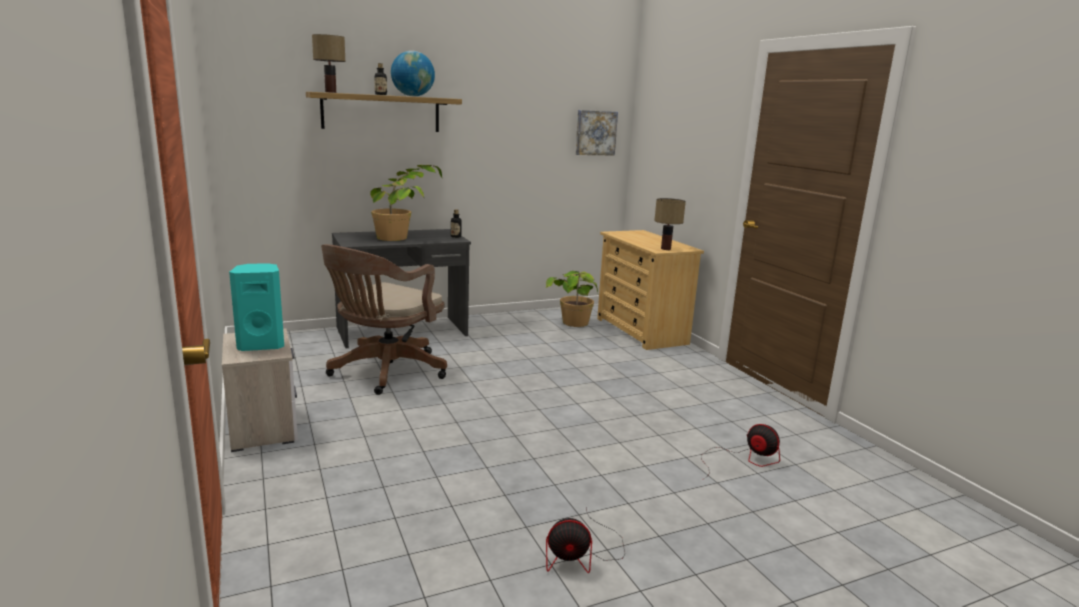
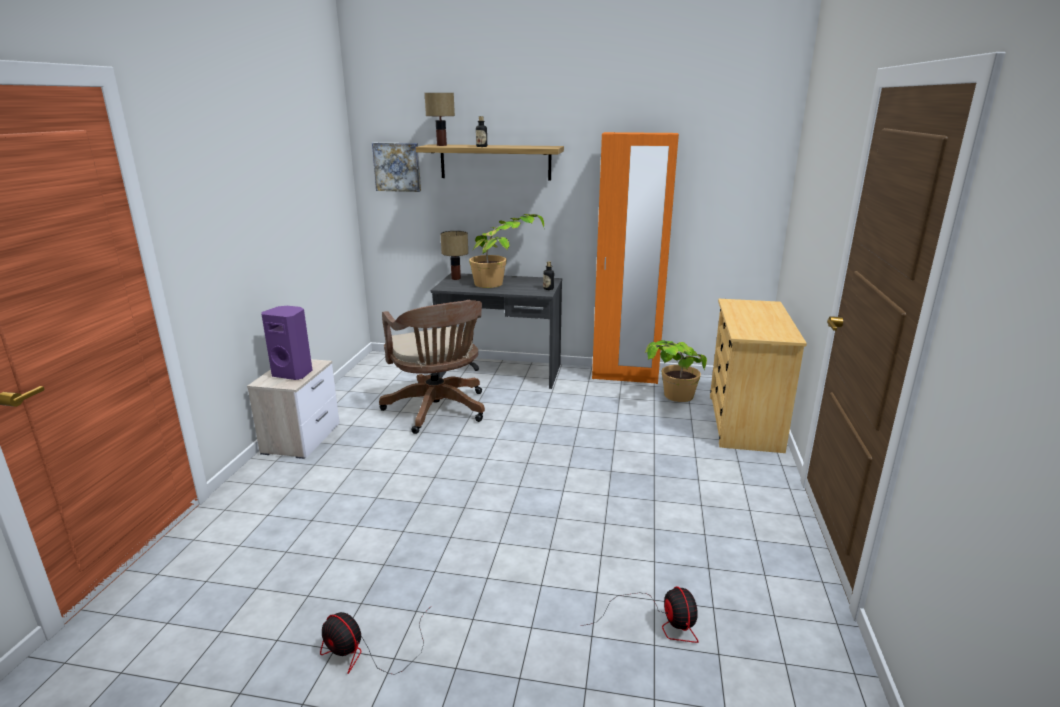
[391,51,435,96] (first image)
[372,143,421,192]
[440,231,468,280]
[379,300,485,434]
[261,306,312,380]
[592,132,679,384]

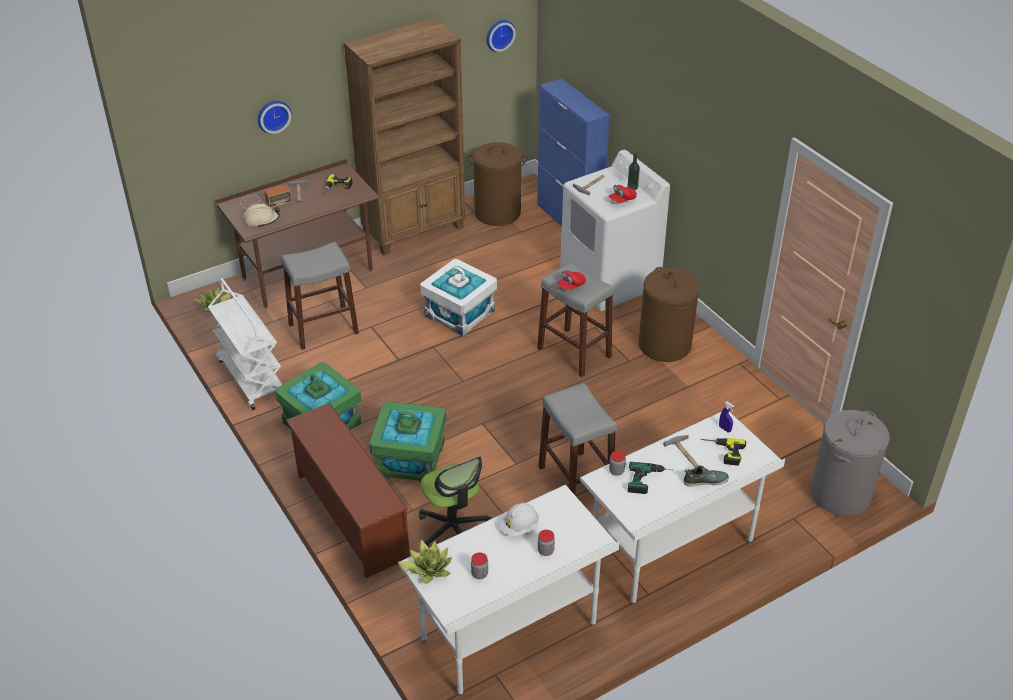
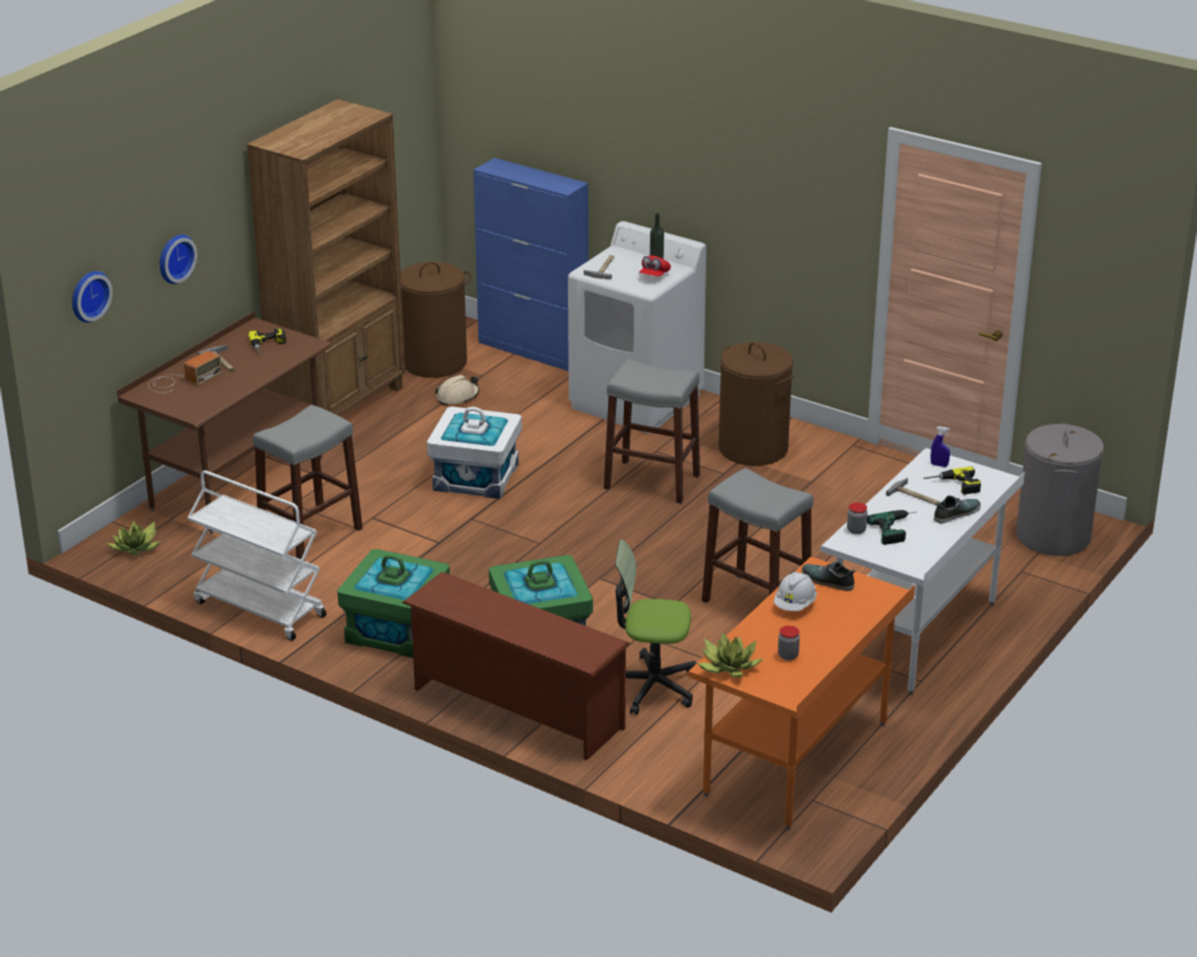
[72,271,113,323]
[435,375,479,406]
[557,270,586,290] (first image)
[615,540,697,715]
[687,557,915,830]
[538,530,555,556] (first image)
[802,561,856,591]

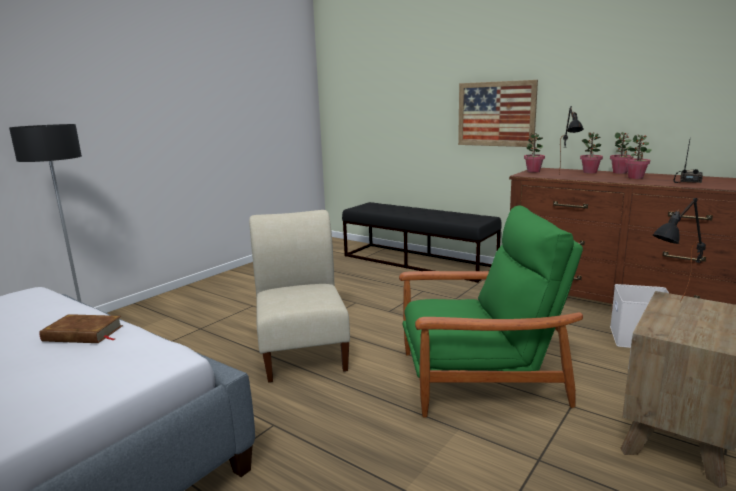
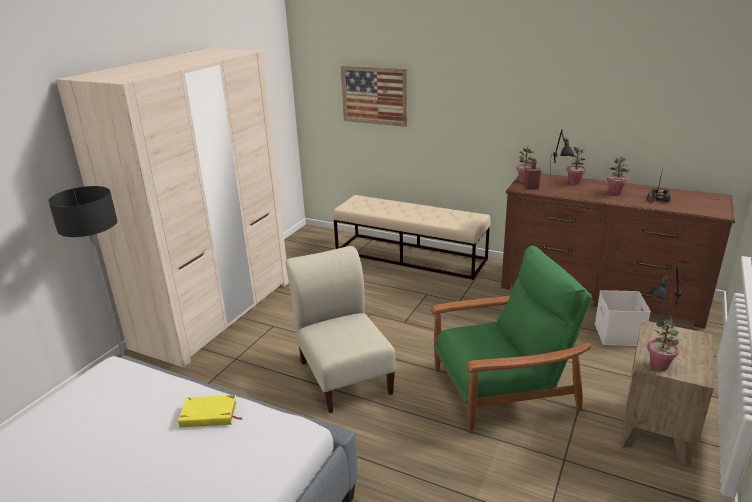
[341,65,408,127]
[647,319,679,371]
[333,195,491,280]
[178,395,242,428]
[56,49,289,368]
[524,158,542,189]

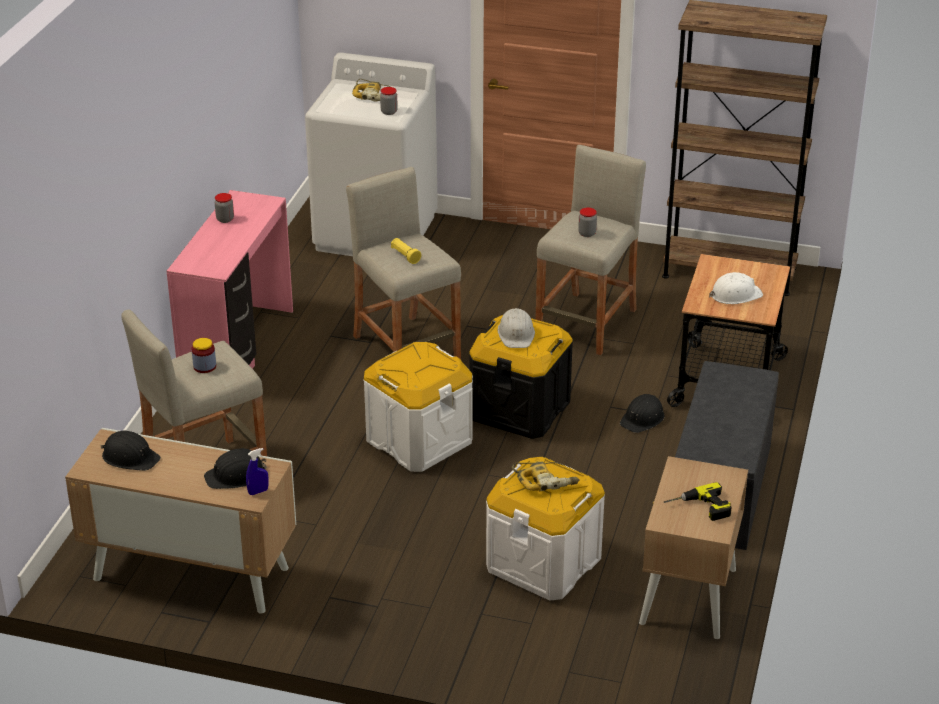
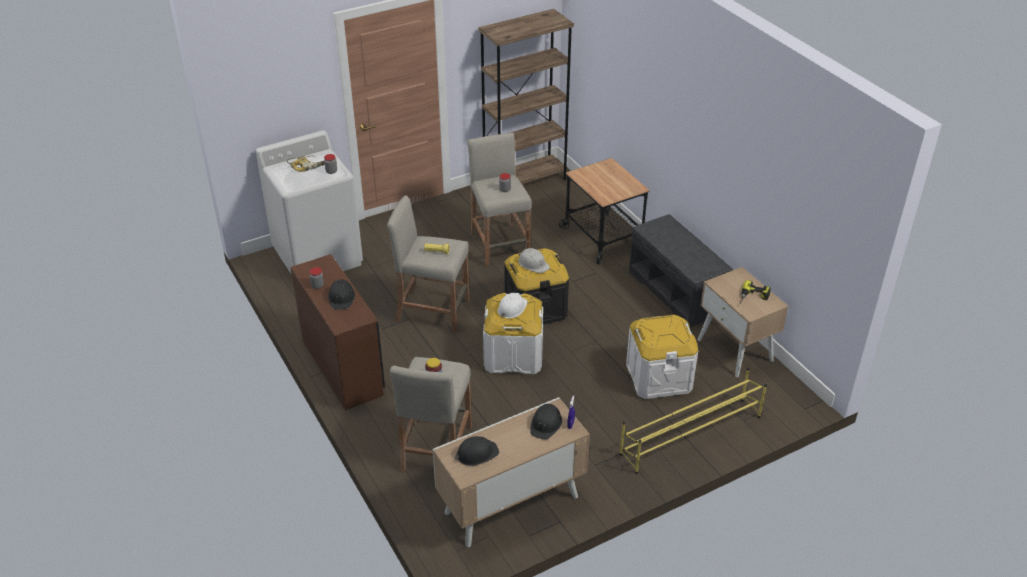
[290,254,385,411]
[497,293,528,318]
[328,279,355,310]
[512,462,580,491] (first image)
[619,368,767,474]

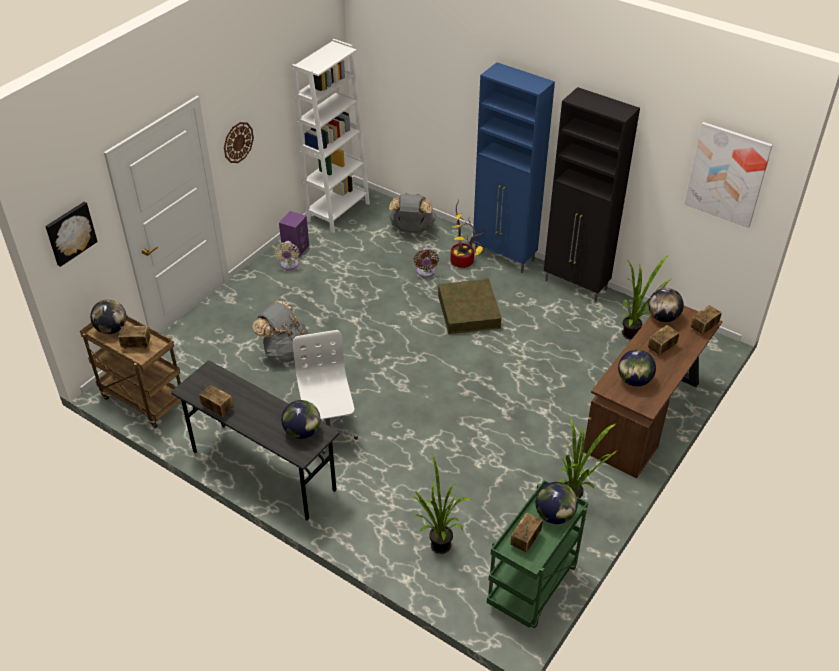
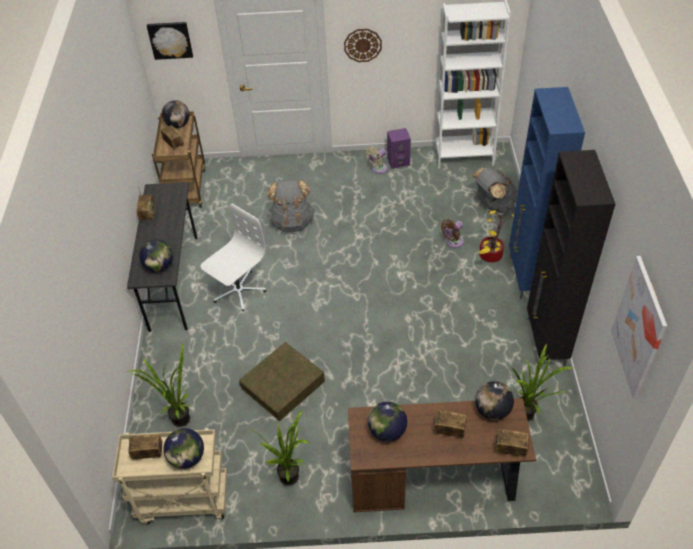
[239,342,325,421]
[112,428,227,524]

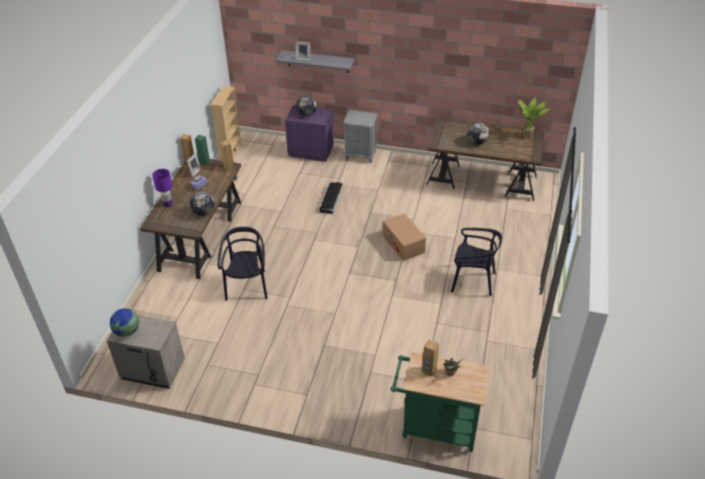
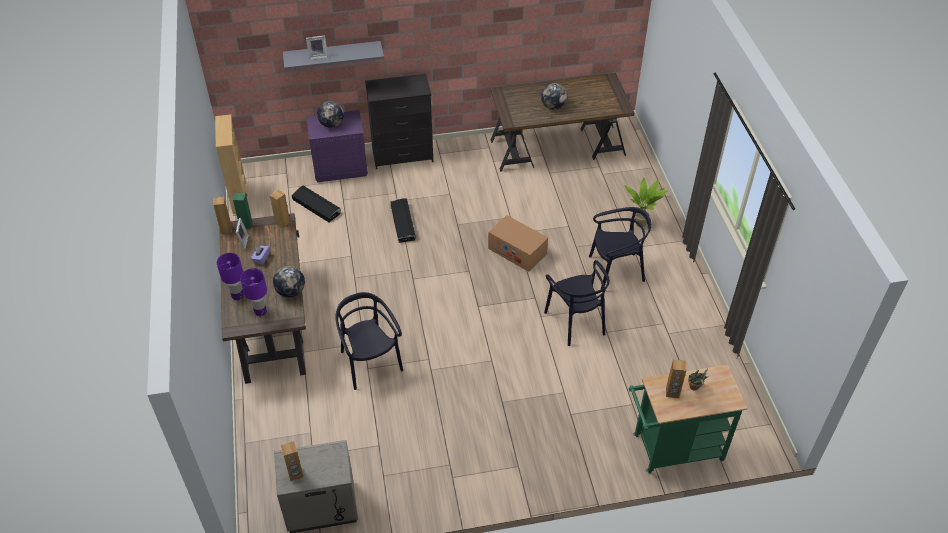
[625,178,668,227]
[365,74,433,169]
[281,441,304,481]
[292,185,341,222]
[544,260,610,346]
[240,268,267,316]

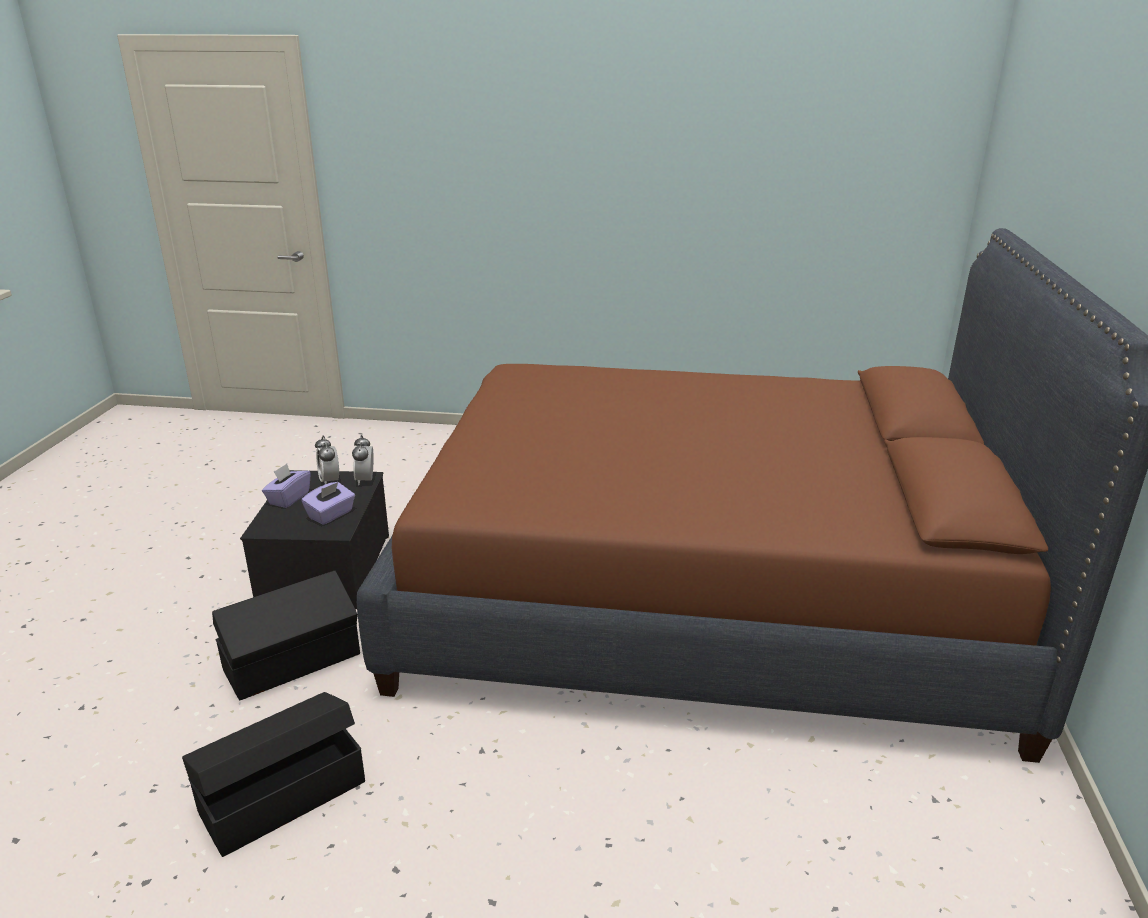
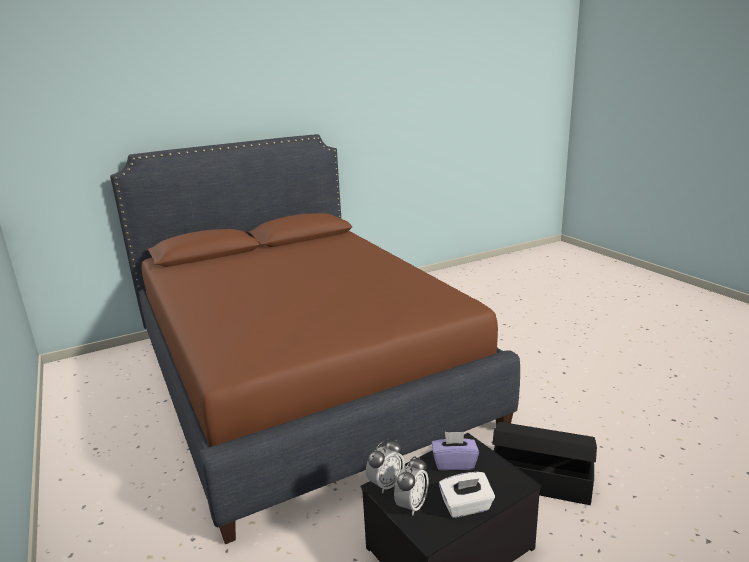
[439,472,495,518]
[182,692,365,857] (first image)

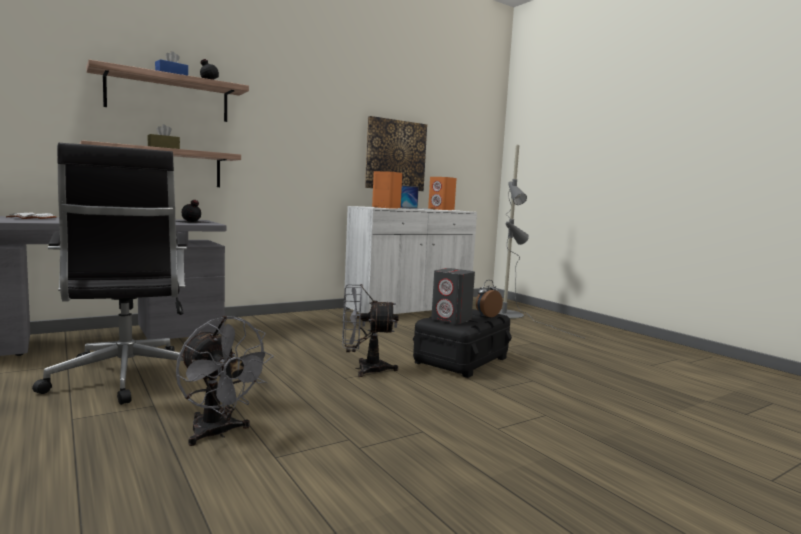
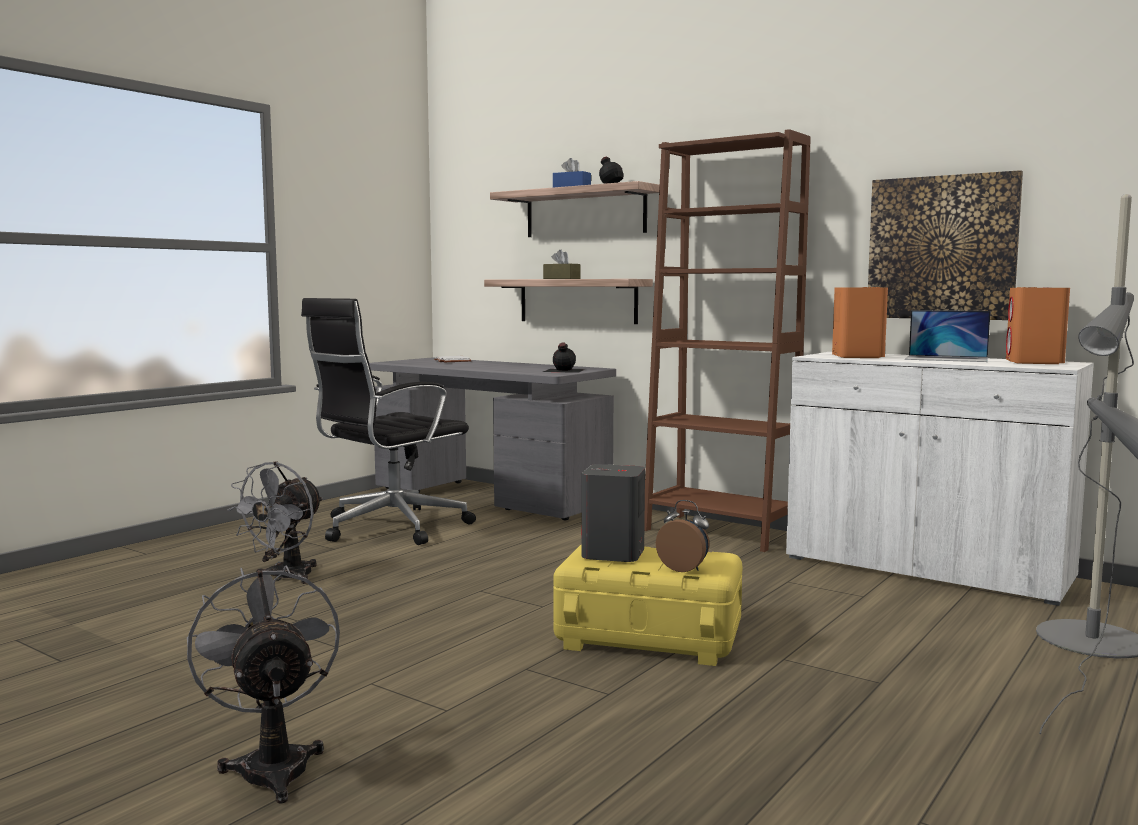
[187,565,340,804]
[553,544,742,666]
[644,129,811,552]

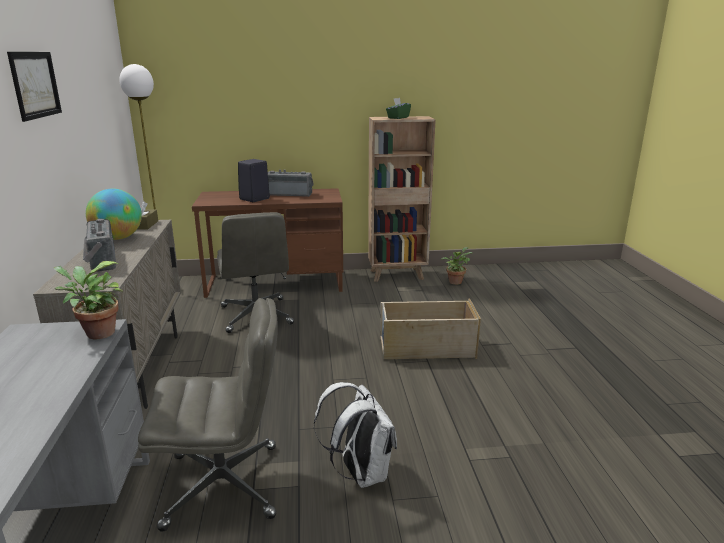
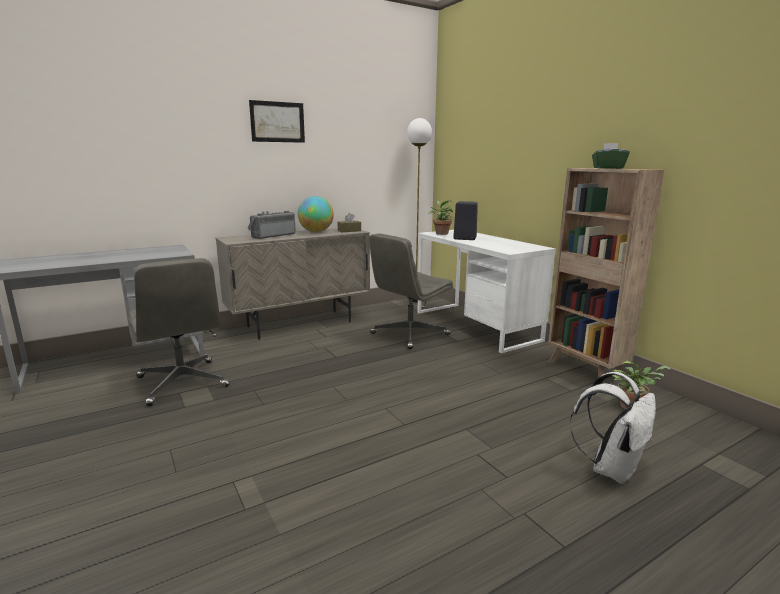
[268,169,314,197] (first image)
[417,230,556,353]
[428,200,453,235]
[380,298,481,359] (first image)
[570,372,656,484]

